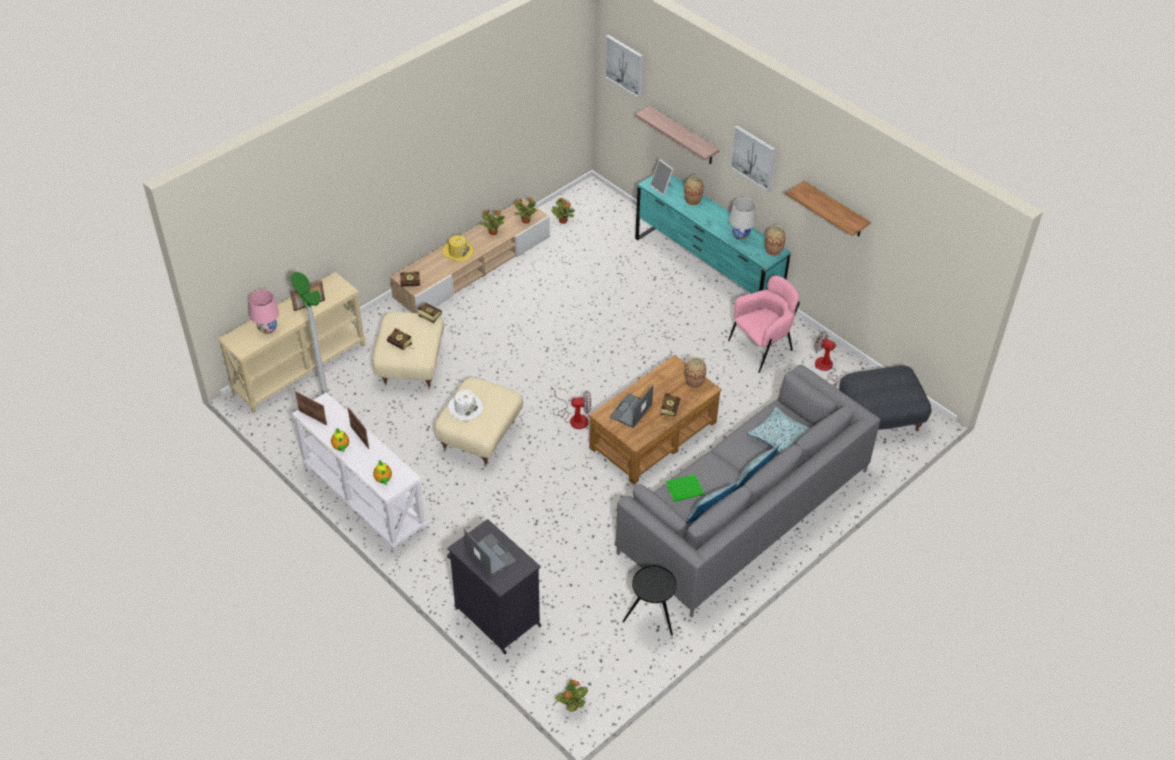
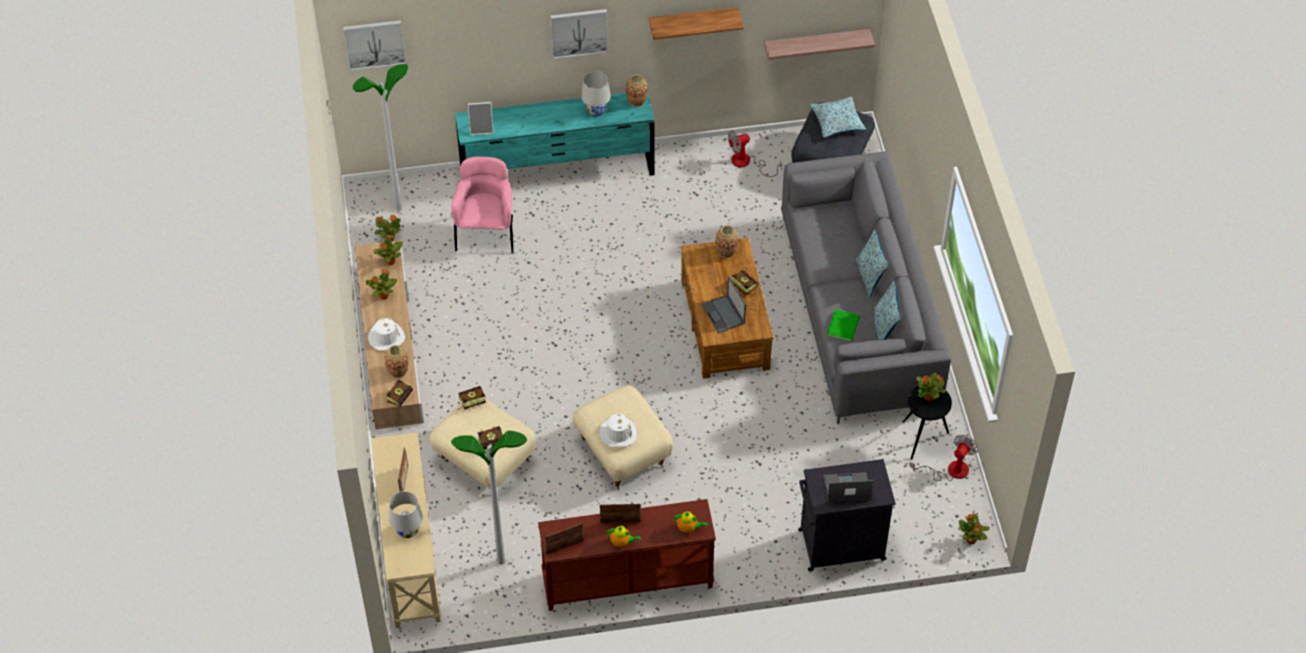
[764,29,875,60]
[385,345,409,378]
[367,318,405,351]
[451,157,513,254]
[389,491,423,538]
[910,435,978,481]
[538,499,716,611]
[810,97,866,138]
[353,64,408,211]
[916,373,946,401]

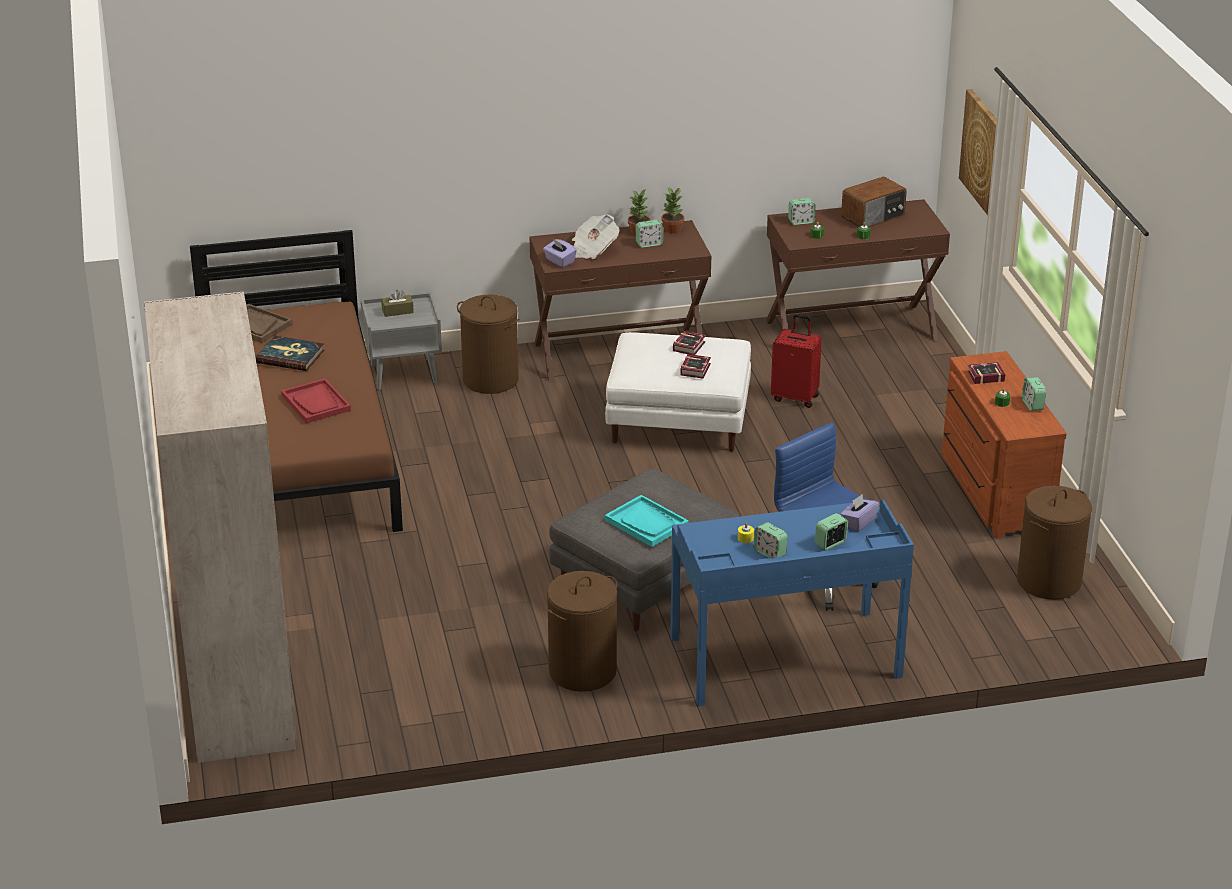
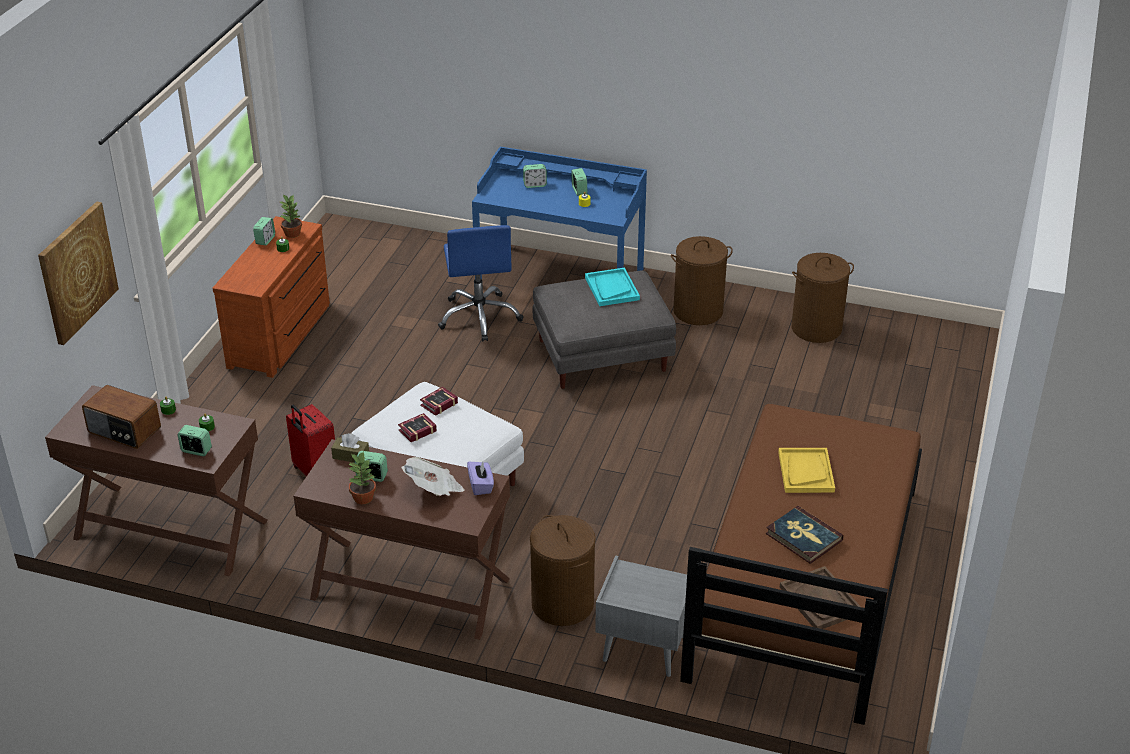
[82,385,161,449]
[280,195,302,238]
[331,433,369,463]
[144,292,297,763] (first image)
[967,362,1005,384] (first image)
[778,448,835,493]
[791,253,854,343]
[840,494,879,531] (first image)

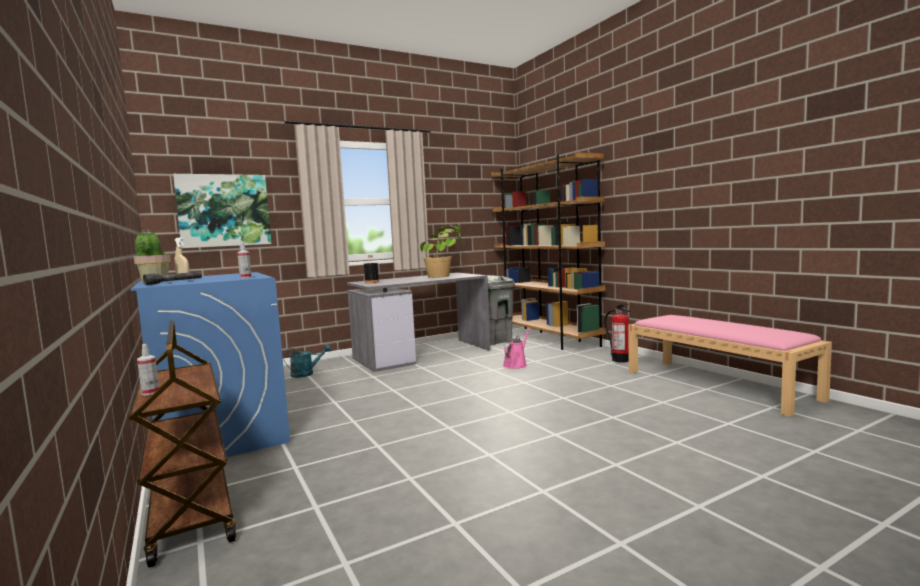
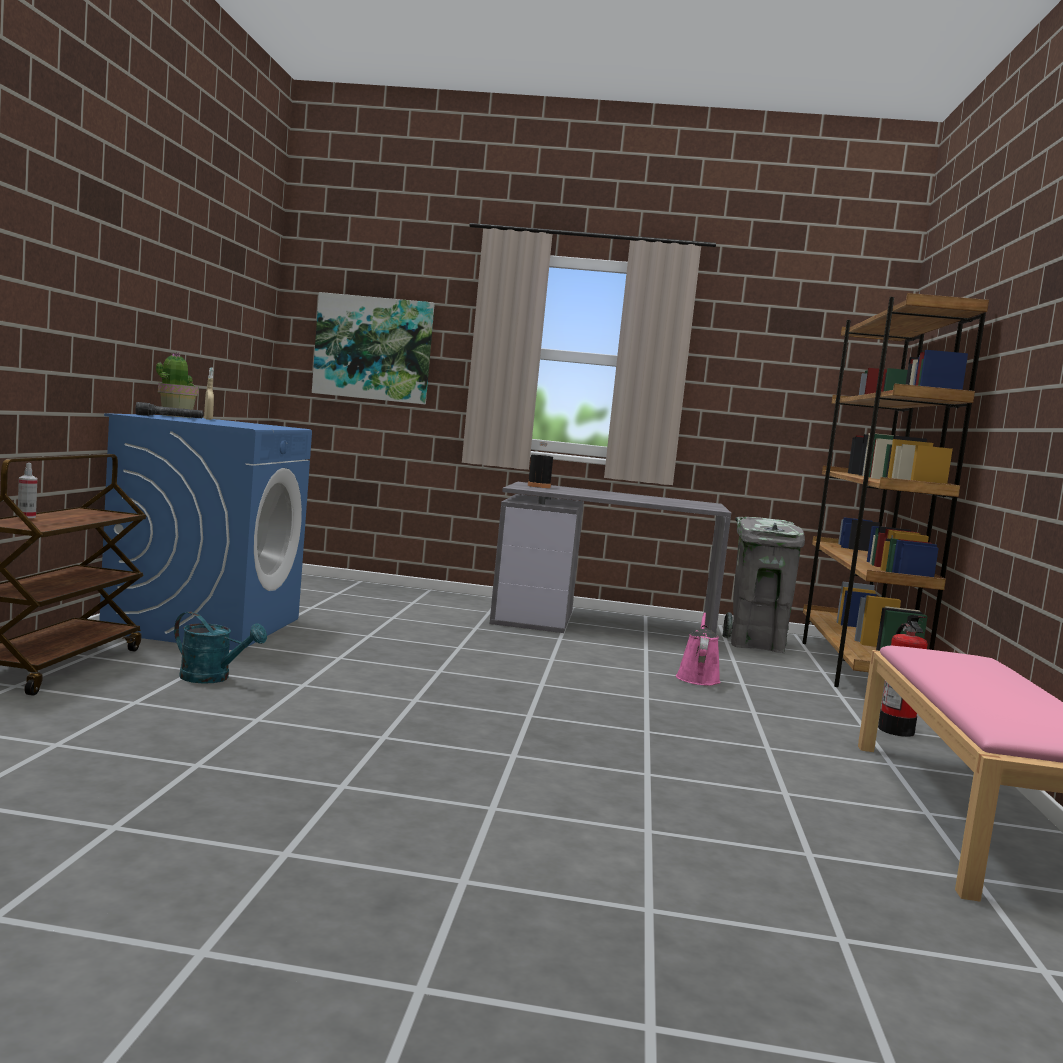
[420,225,464,278] (first image)
[237,242,251,278] (first image)
[676,612,721,686]
[174,612,267,684]

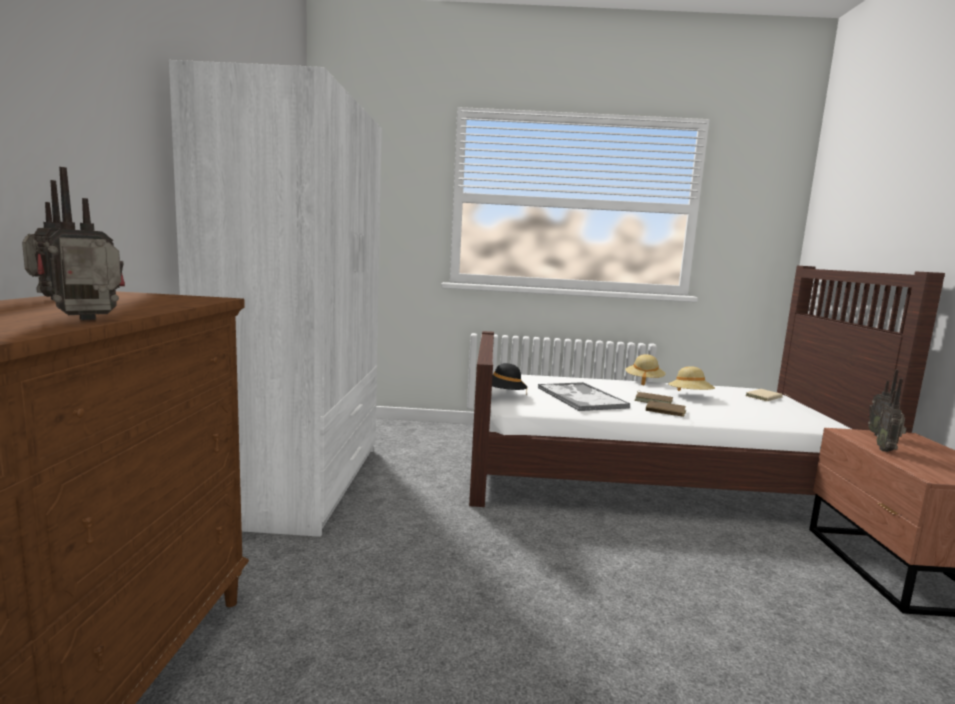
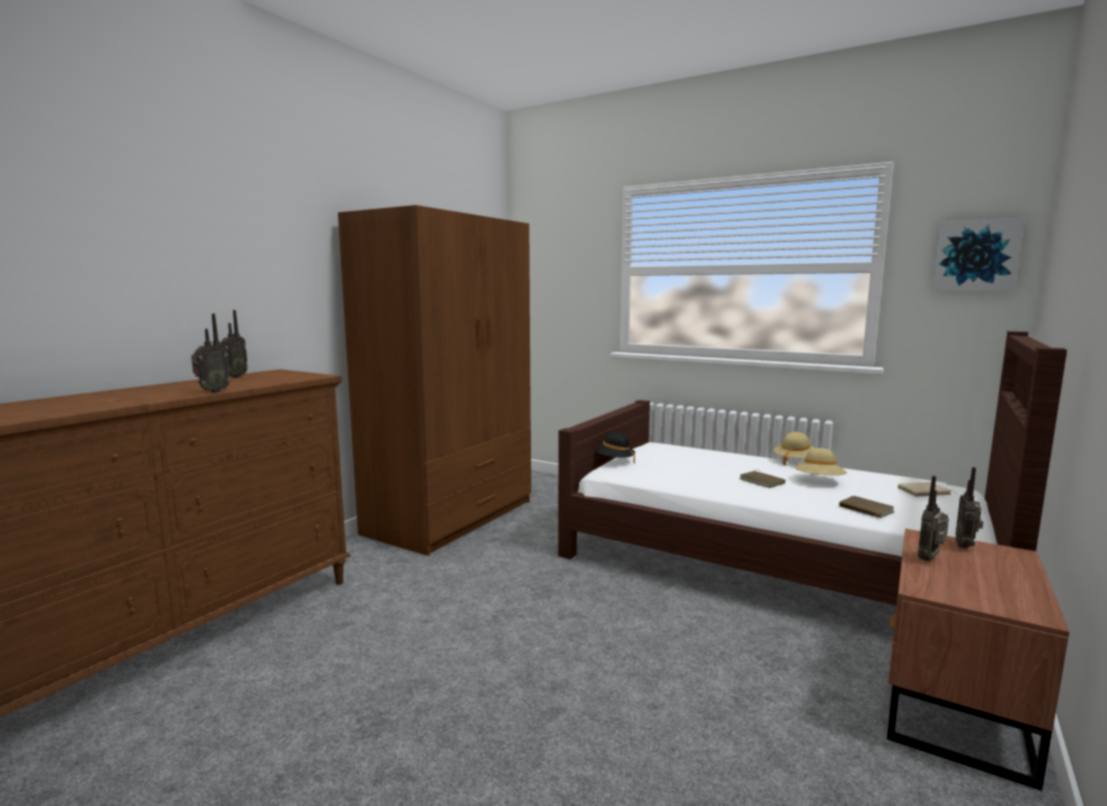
[338,205,531,556]
[191,314,231,393]
[538,382,630,411] (first image)
[839,496,894,518]
[933,217,1025,291]

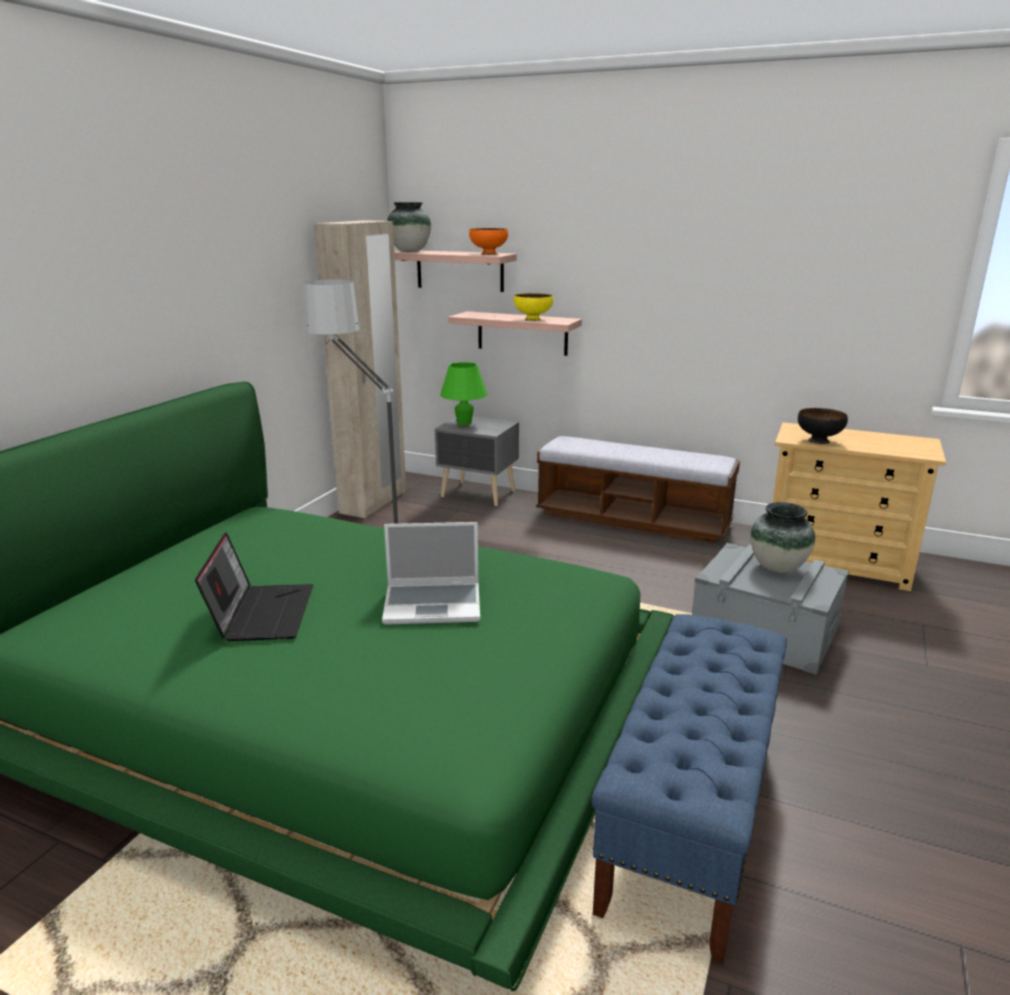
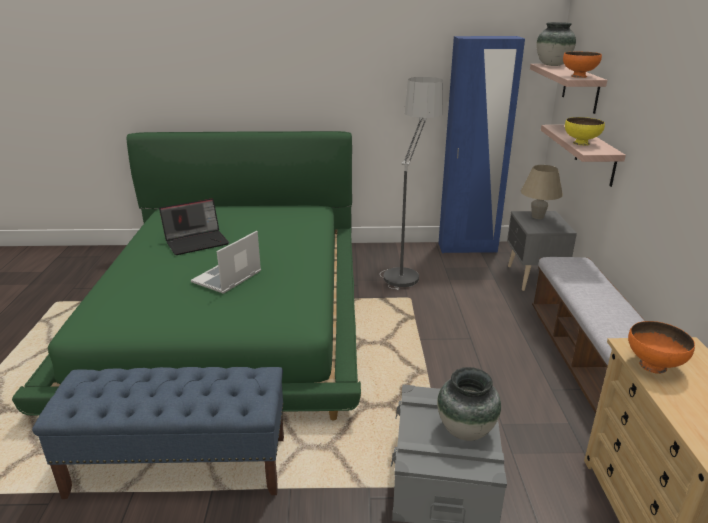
[438,36,525,253]
[521,165,563,219]
[628,321,695,374]
[191,231,261,294]

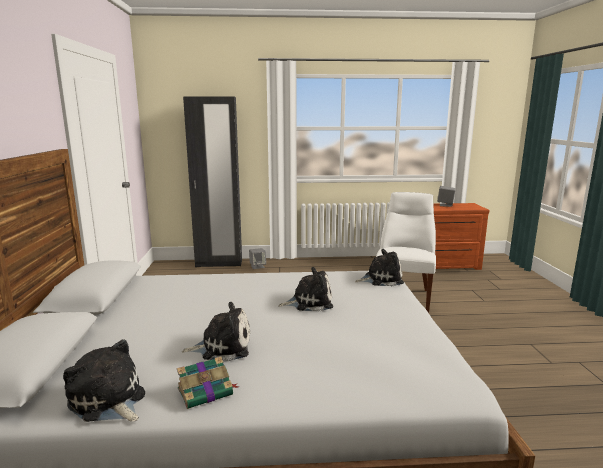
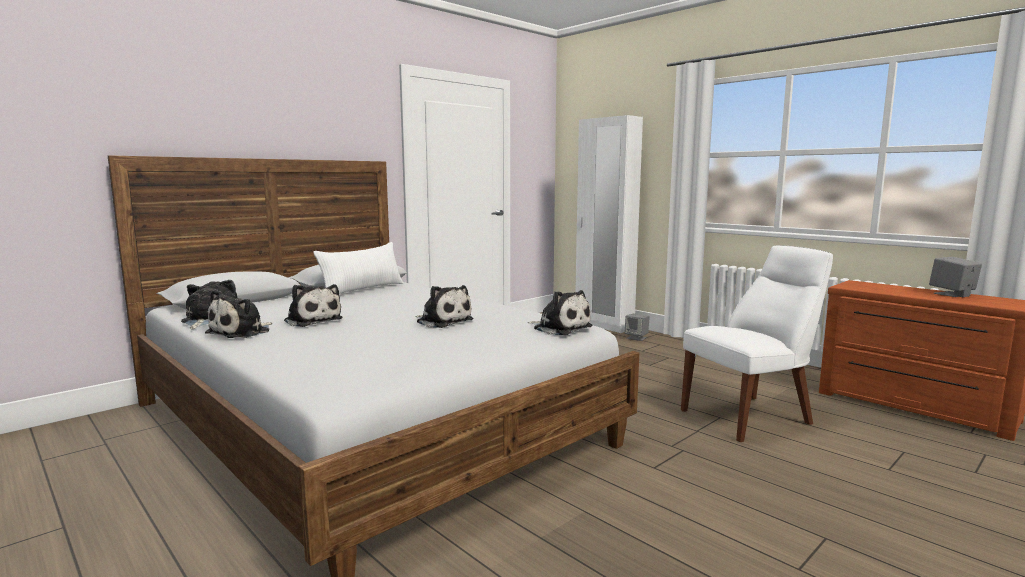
[575,115,643,333]
[205,290,272,338]
[313,242,403,294]

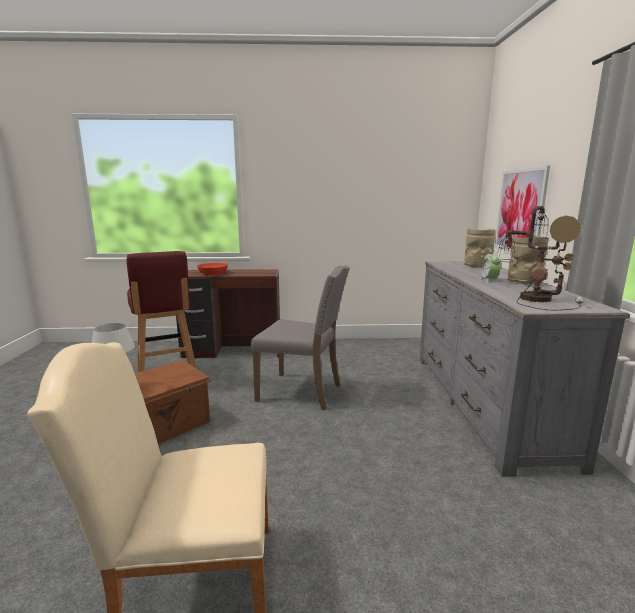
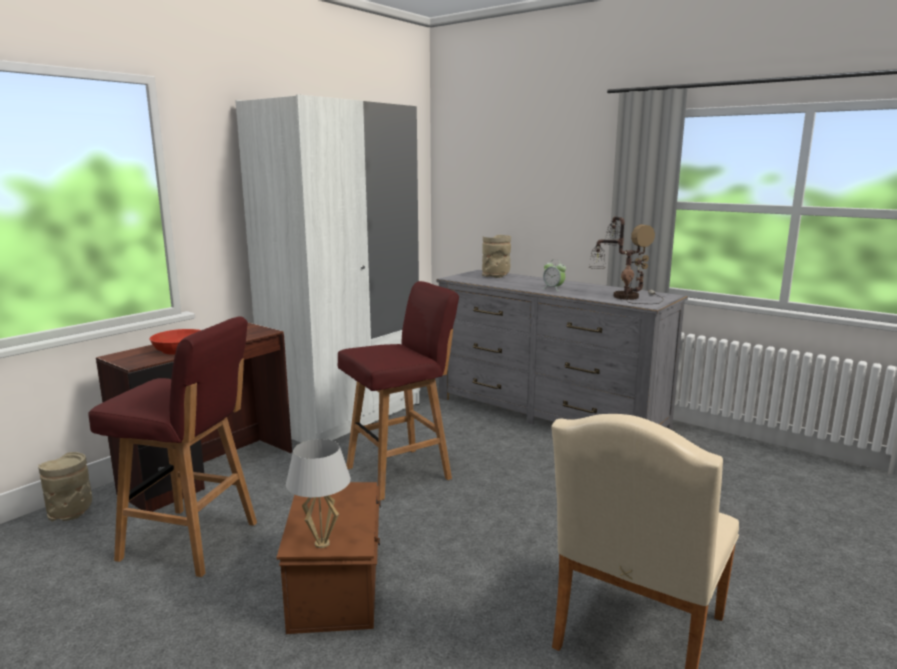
[494,166,550,252] (first image)
[38,452,92,522]
[338,281,459,501]
[235,94,420,443]

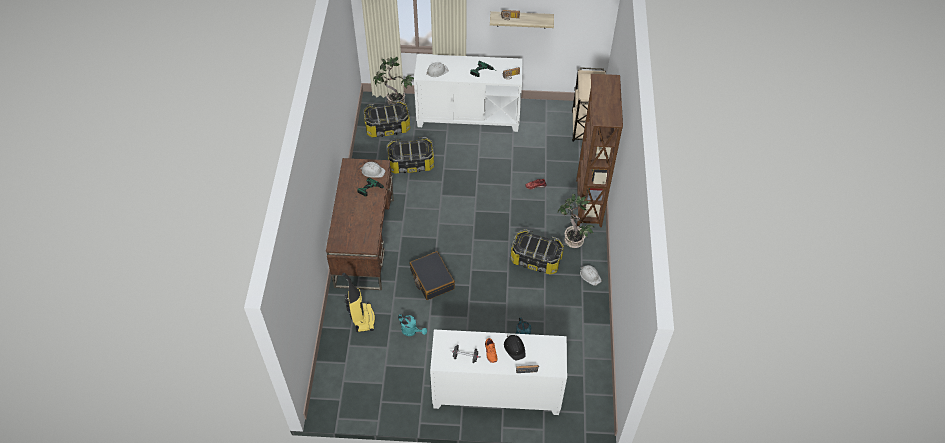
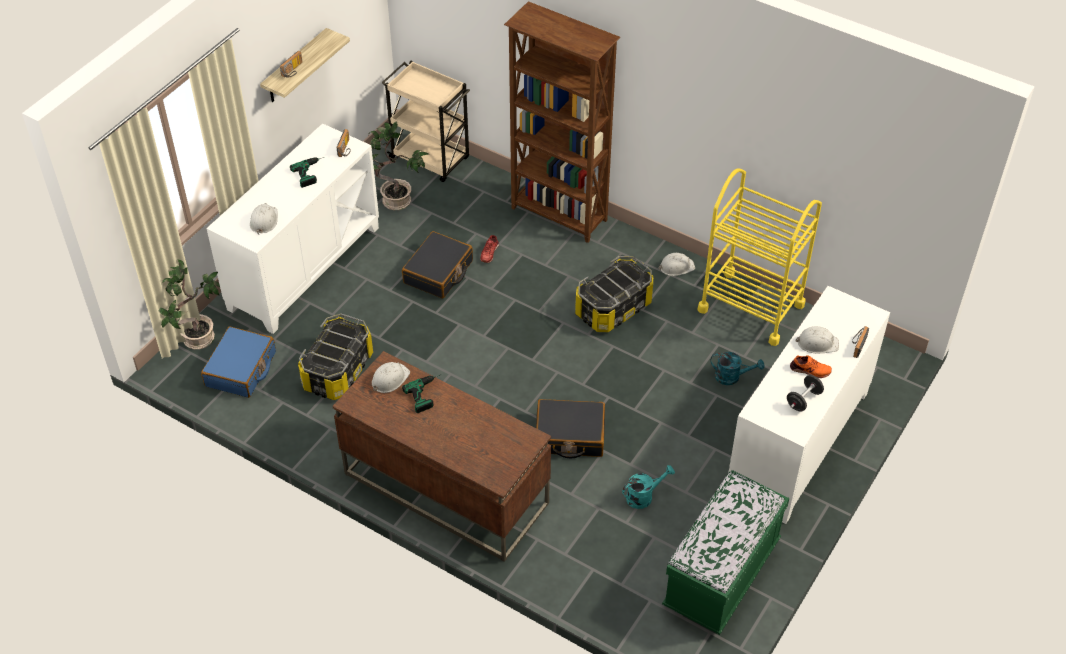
[201,326,276,398]
[368,121,429,210]
[342,273,375,332] (first image)
[796,326,839,353]
[697,168,822,346]
[402,231,473,298]
[662,470,789,635]

